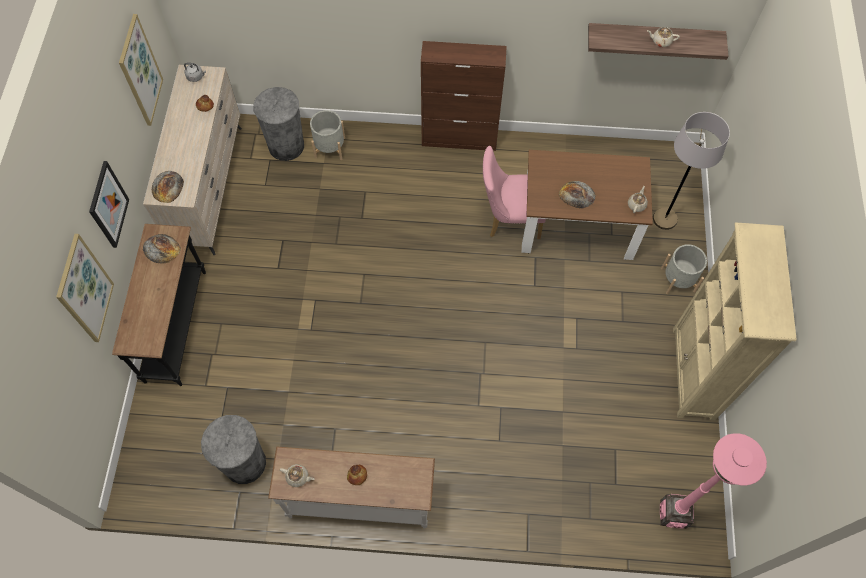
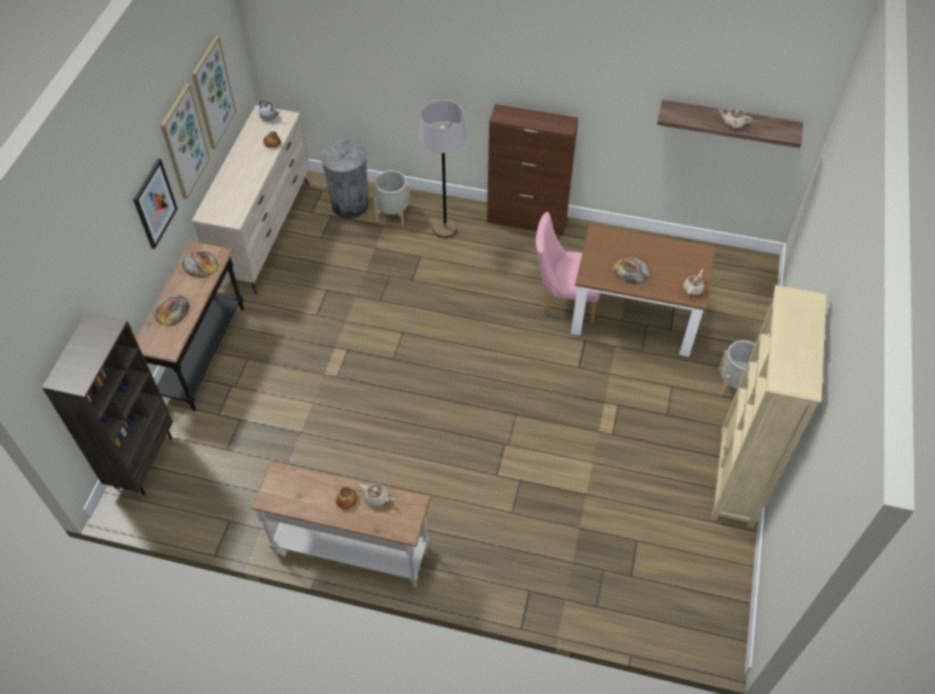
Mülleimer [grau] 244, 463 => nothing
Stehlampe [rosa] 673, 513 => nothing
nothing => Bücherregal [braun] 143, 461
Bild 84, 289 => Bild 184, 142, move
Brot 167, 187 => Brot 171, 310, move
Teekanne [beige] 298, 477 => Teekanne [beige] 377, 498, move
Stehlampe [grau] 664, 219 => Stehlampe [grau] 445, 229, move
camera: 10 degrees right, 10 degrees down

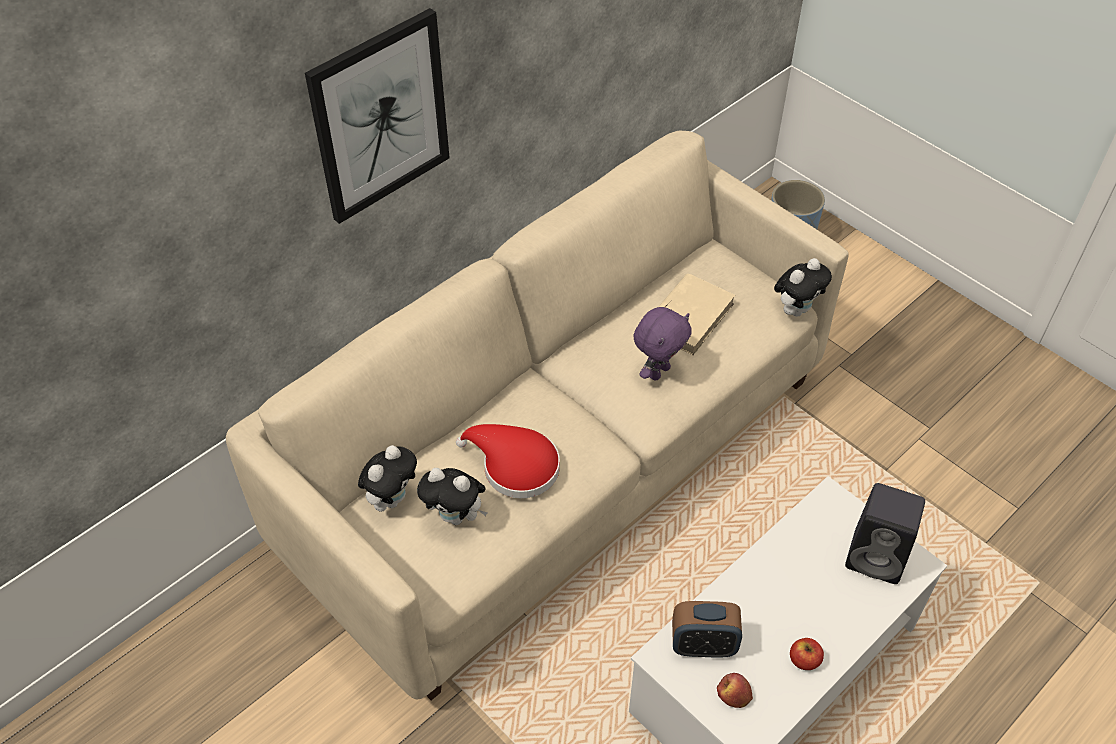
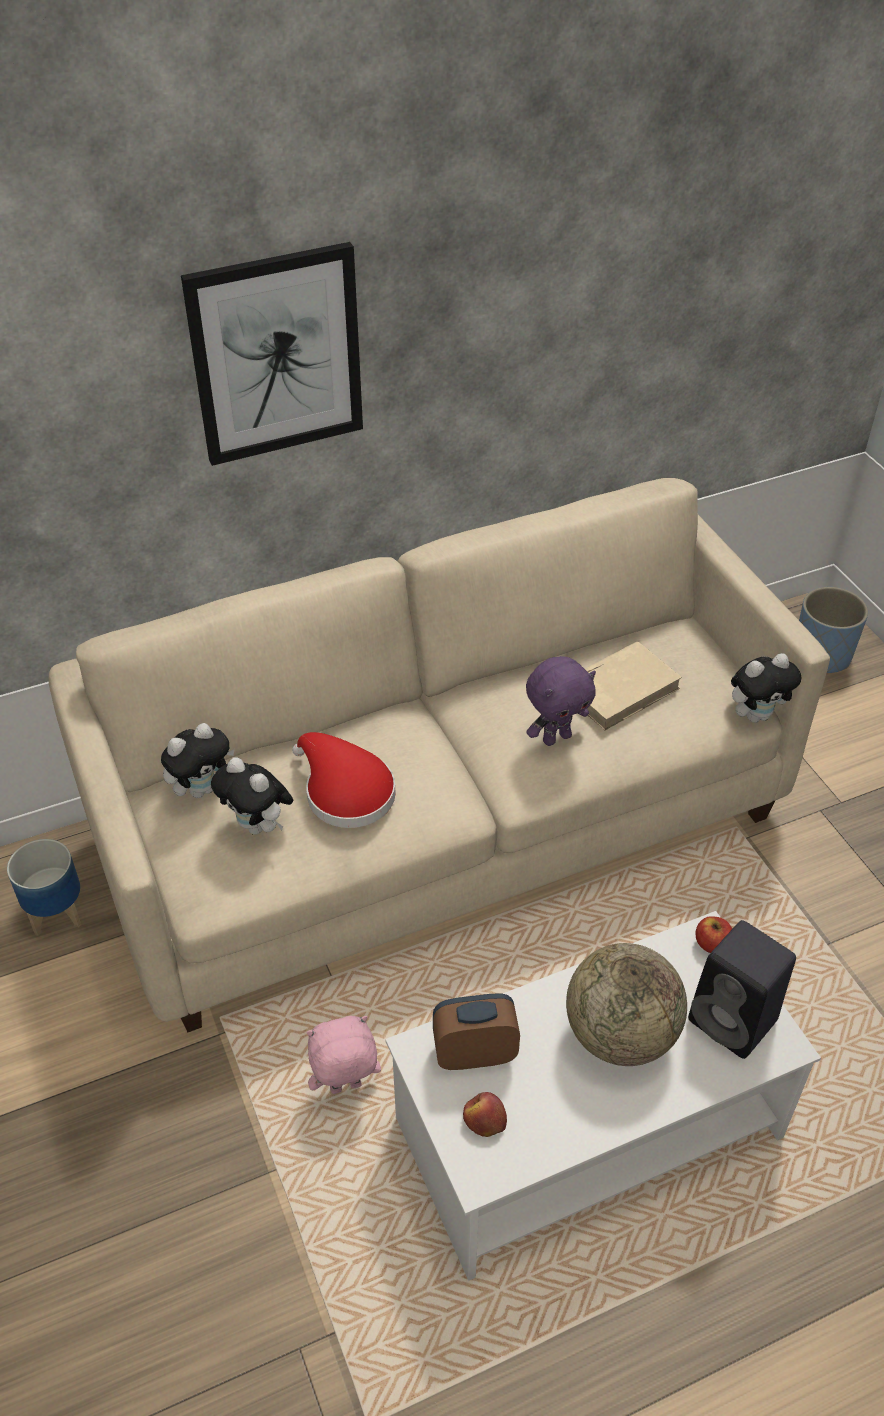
nothing => Pflanzkübel 57, 912
nothing => Plüschtier [rosa] 345, 1089
nothing => Globus 620, 1034
Apfel 804, 660 => Apfel 712, 944, move
Wecker 703, 645 => Wecker 474, 1053, 150 degrees clockwise
camera: 20 degrees right, 5 degrees down

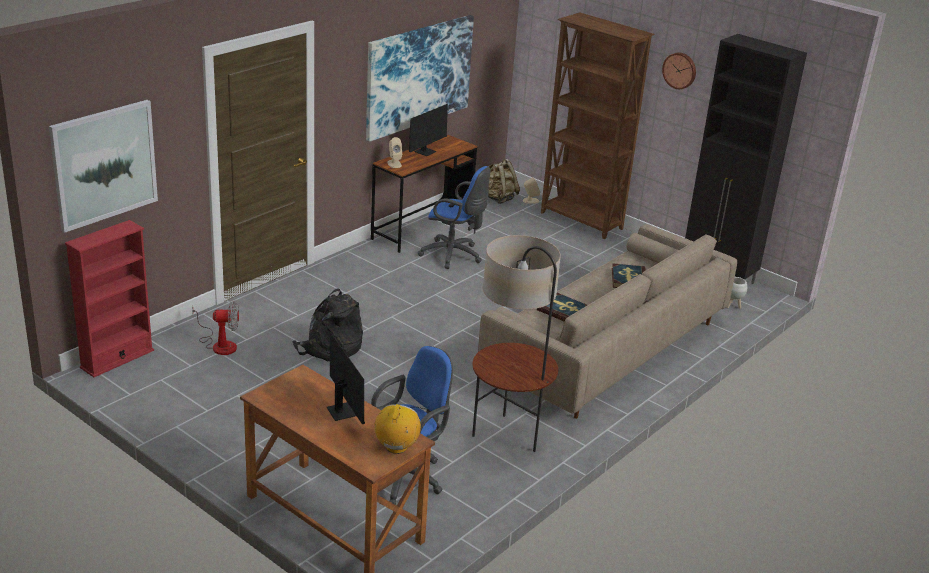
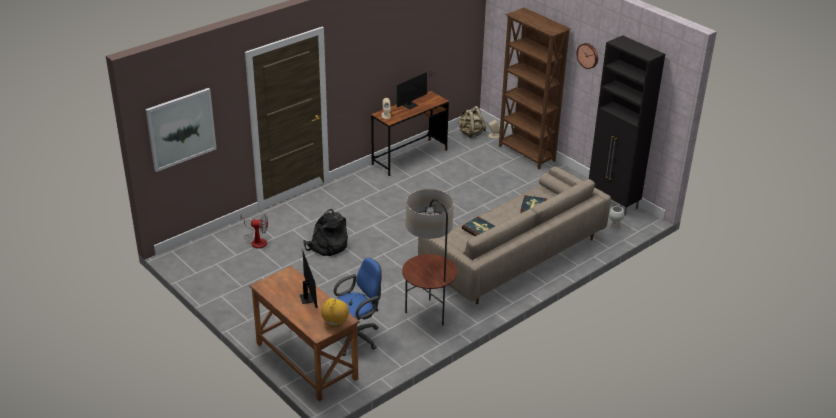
Bücherregal [rot] 117, 359 => nothing
Bild 418, 76 => nothing
Bürostuhl [blau] 454, 255 => nothing
camera: 10 degrees right, 5 degrees up

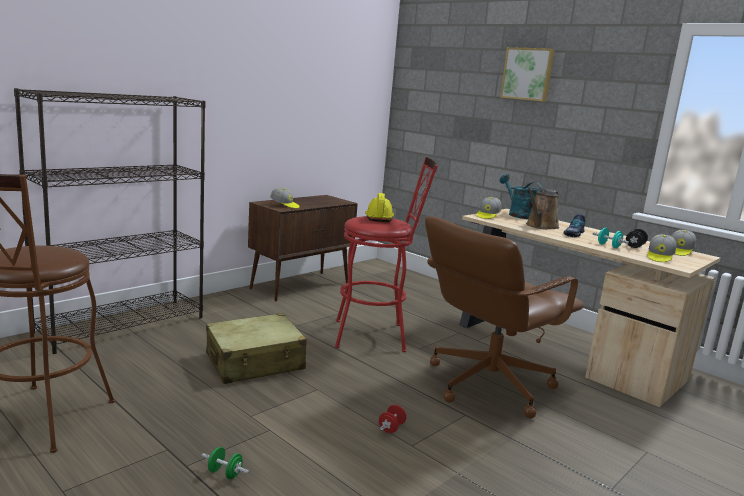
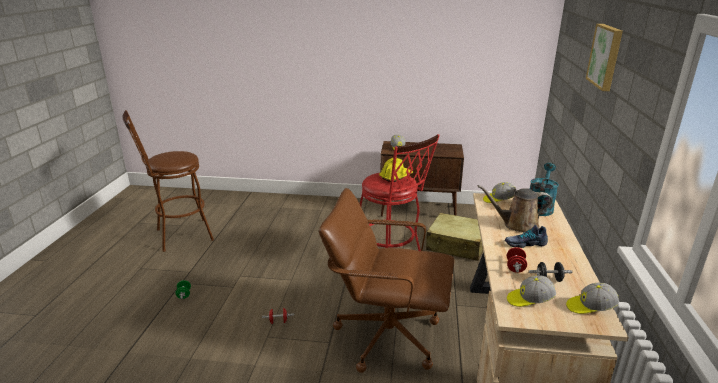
Bücherregal [schwarz] 122, 324 => nothing
Koffer [beige] 255, 362 => Koffer [beige] 457, 245, move
Hantel [türkis] 608, 246 => Hantel [rot] 515, 267
camera: 55 degrees right, 10 degrees up

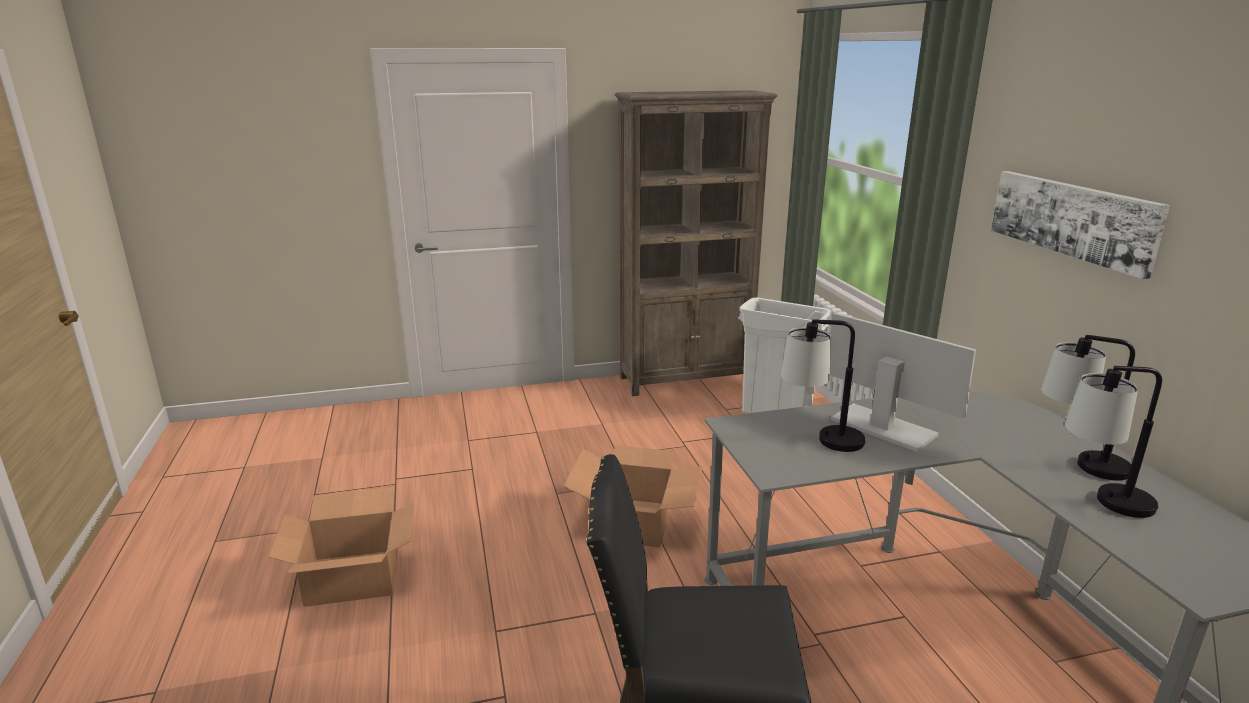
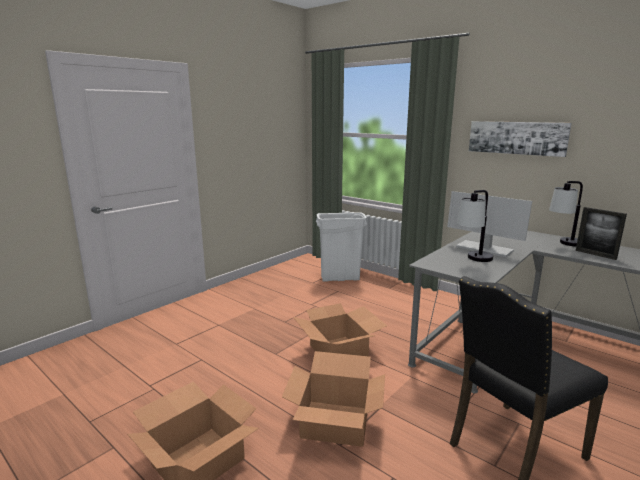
Bücherregal [braun] 686, 379 => nothing
nothing => Karton 335, 423
Tischlampe 1101, 504 => Bilderrahmen 595, 254
Monitor 884, 428 => Monitor 483, 249, 150 degrees counterclockwise
camera: 35 degrees left, 5 degrees down

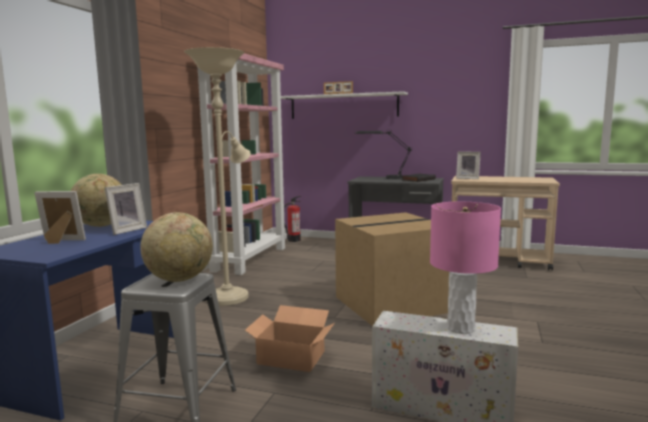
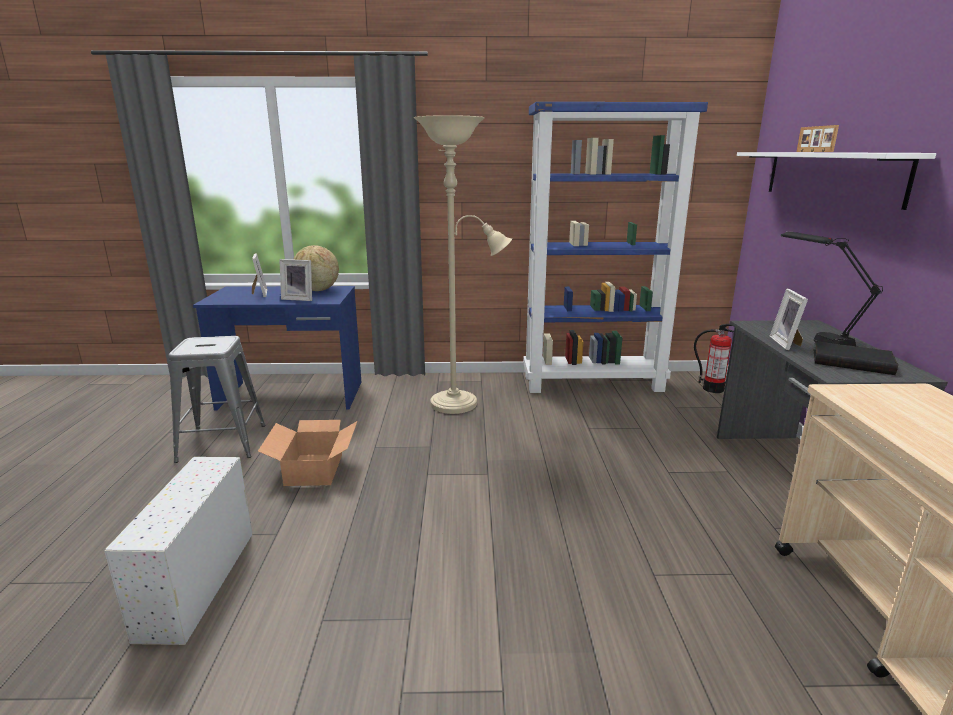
Globus 179, 279 => nothing
Karton 390, 305 => nothing
Tischlampe [rosa] 461, 328 => nothing
Bilderrahmen 468, 178 => Bilderrahmen 787, 343, move
Bücherregal [rosa] 250, 259 => Bücherregal [blau] 593, 383
camera: 70 degrees right, 10 degrees up

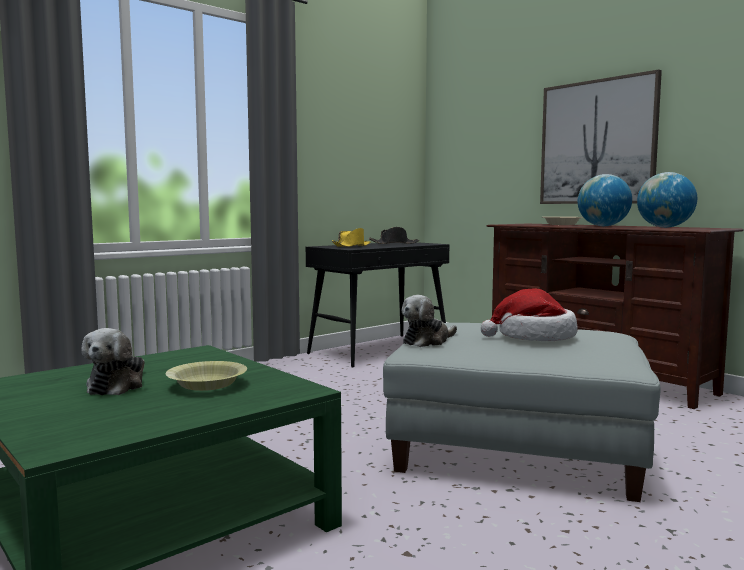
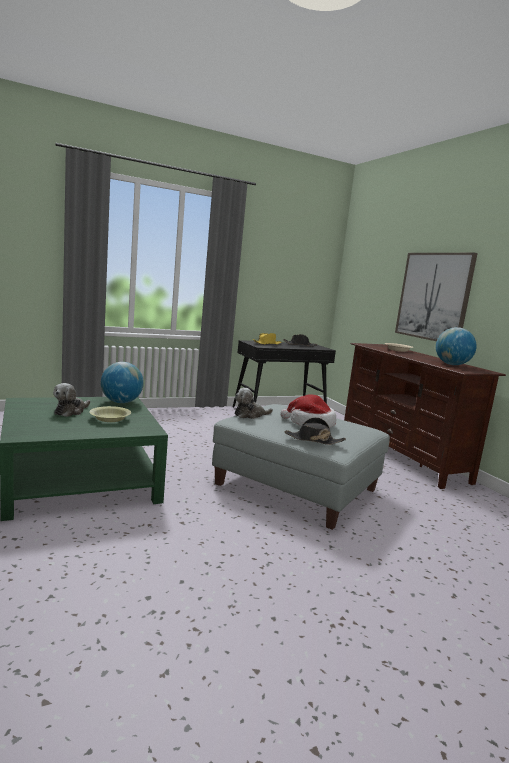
nothing => Hut [schwarz] 313, 440
Globus 603, 226 => Globus 121, 402, move
camera: 15 degrees right, 5 degrees up

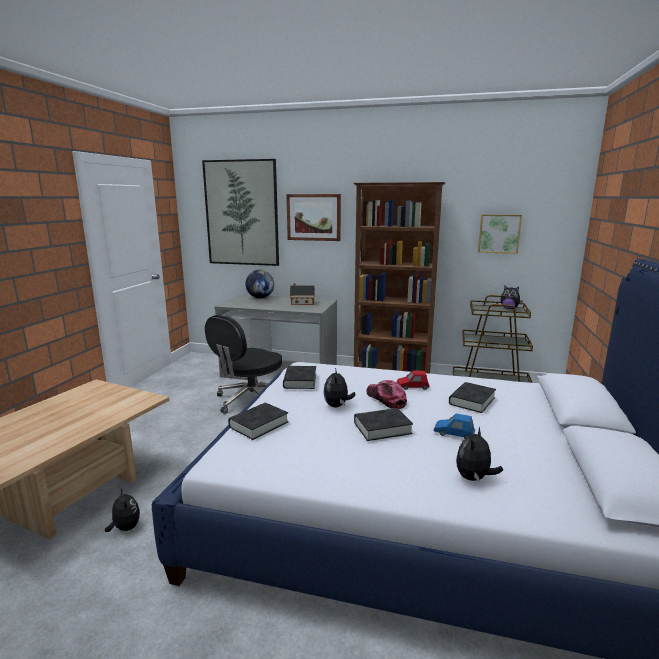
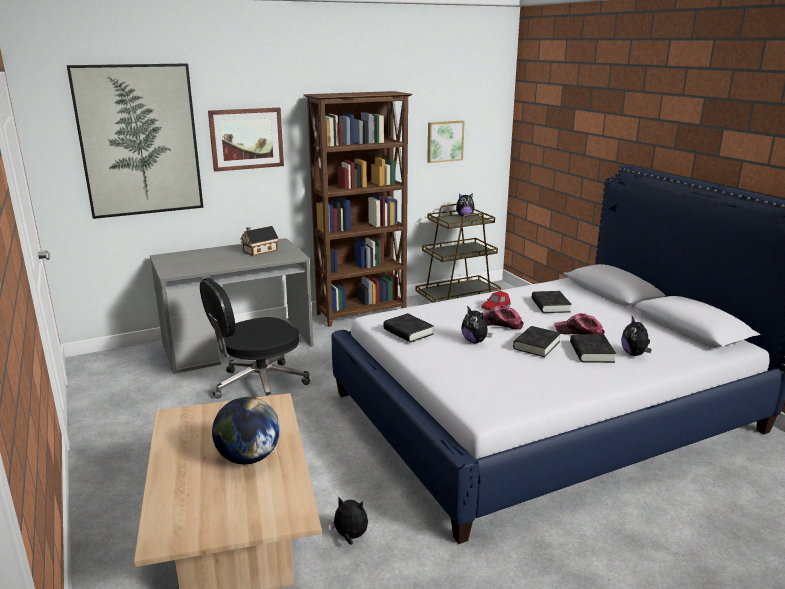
Buch [schwarz] 259, 424 => Buch [schwarz] 591, 352, move
Globus 260, 298 => Globus 248, 458, move
Spielzeugauto [blau] 454, 433 => Kappe 579, 332
Bürostuhl [schwarz] 250, 400 => Bürostuhl [schwarz] 258, 384, 60 degrees clockwise
camera: 40 degrees left, 5 degrees up

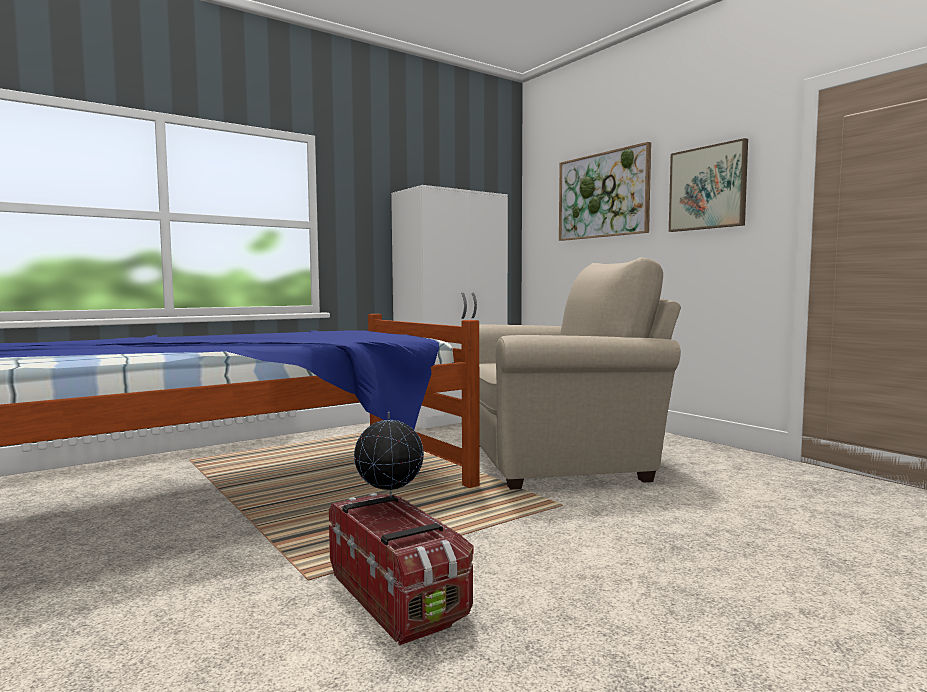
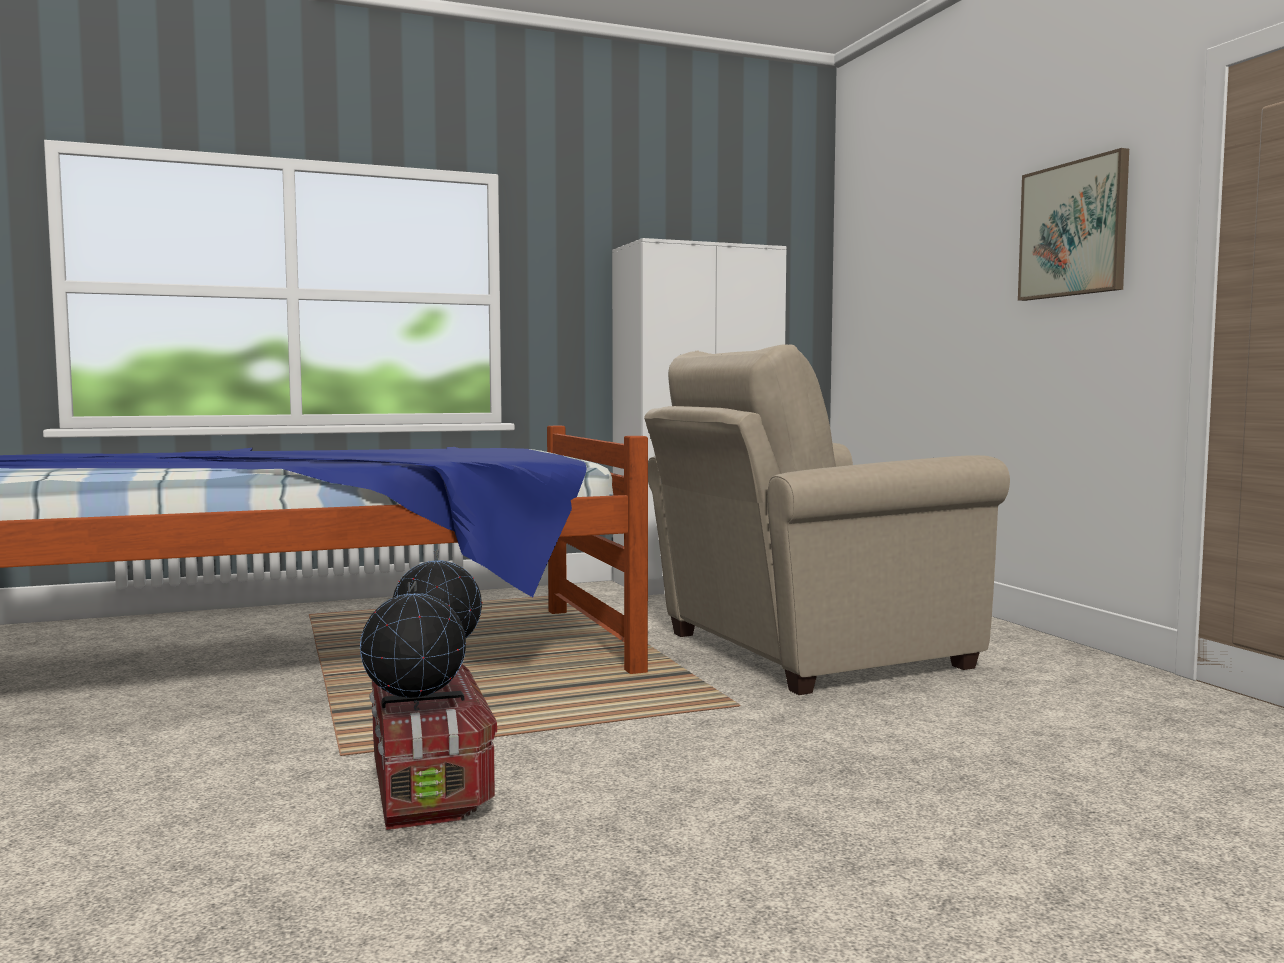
Bild 603, 195 => nothing
nothing => Globus 414, 710
Sessel [beige] 563, 461 => Sessel [beige] 802, 651, 150 degrees clockwise
camera: 15 degrees right, 0 degrees up

